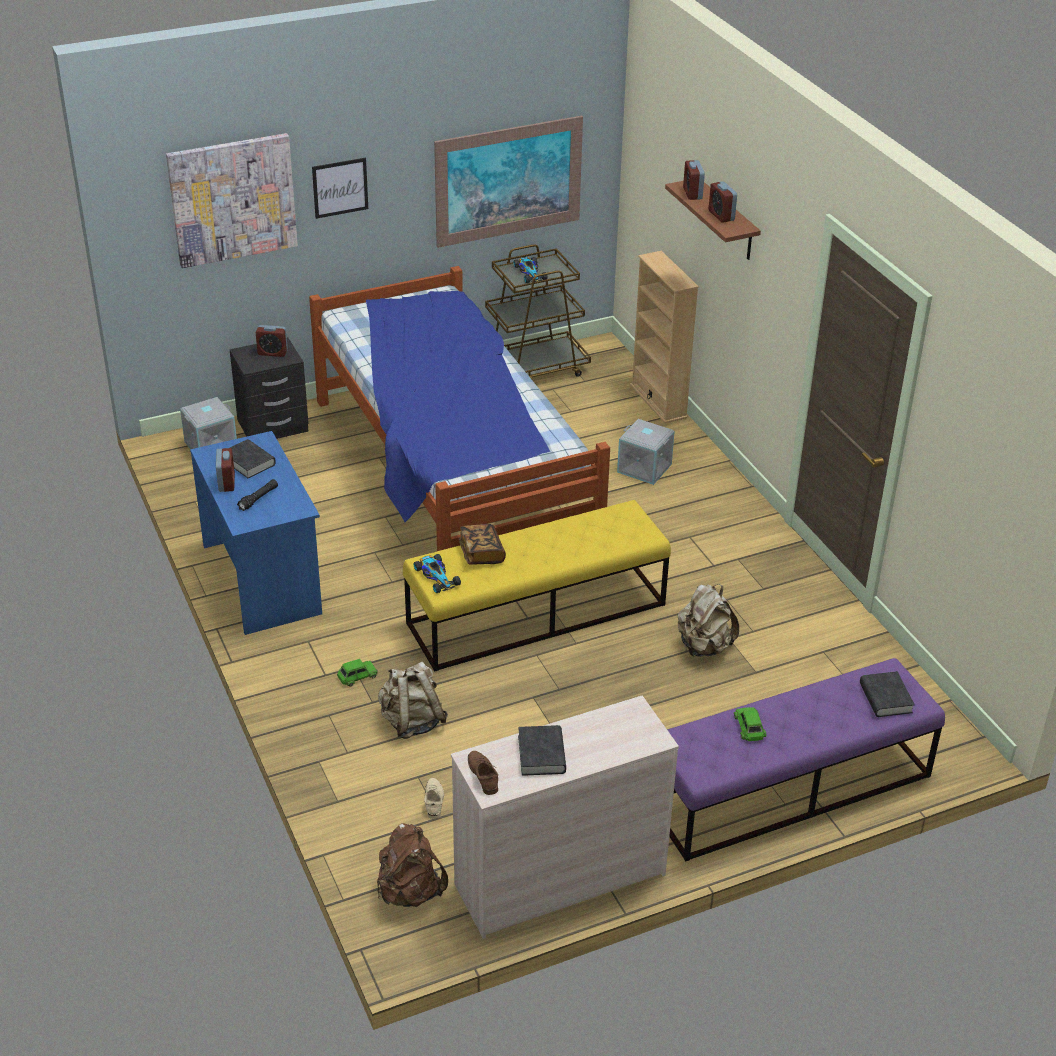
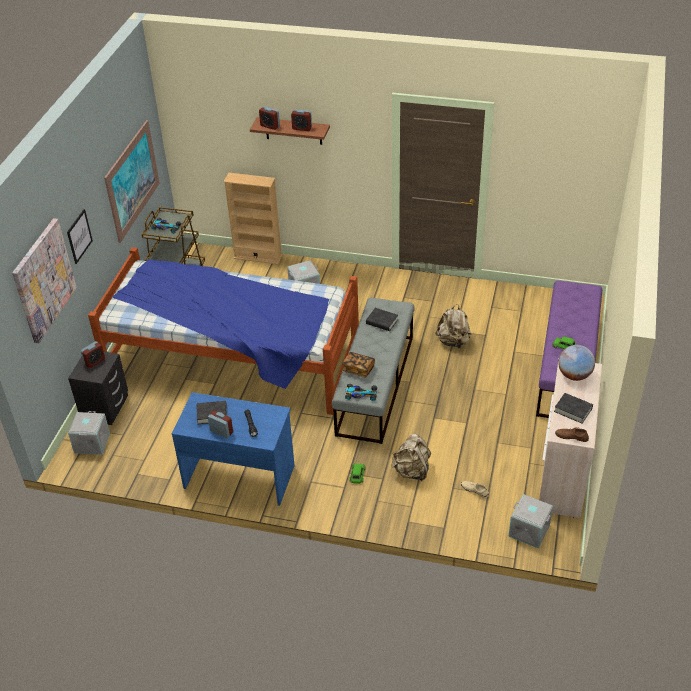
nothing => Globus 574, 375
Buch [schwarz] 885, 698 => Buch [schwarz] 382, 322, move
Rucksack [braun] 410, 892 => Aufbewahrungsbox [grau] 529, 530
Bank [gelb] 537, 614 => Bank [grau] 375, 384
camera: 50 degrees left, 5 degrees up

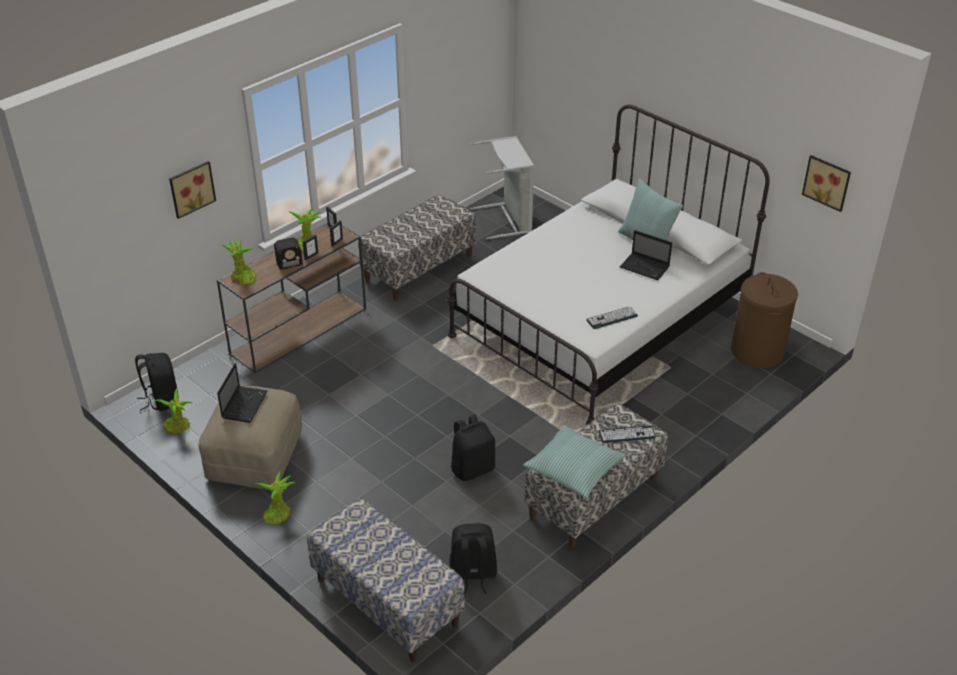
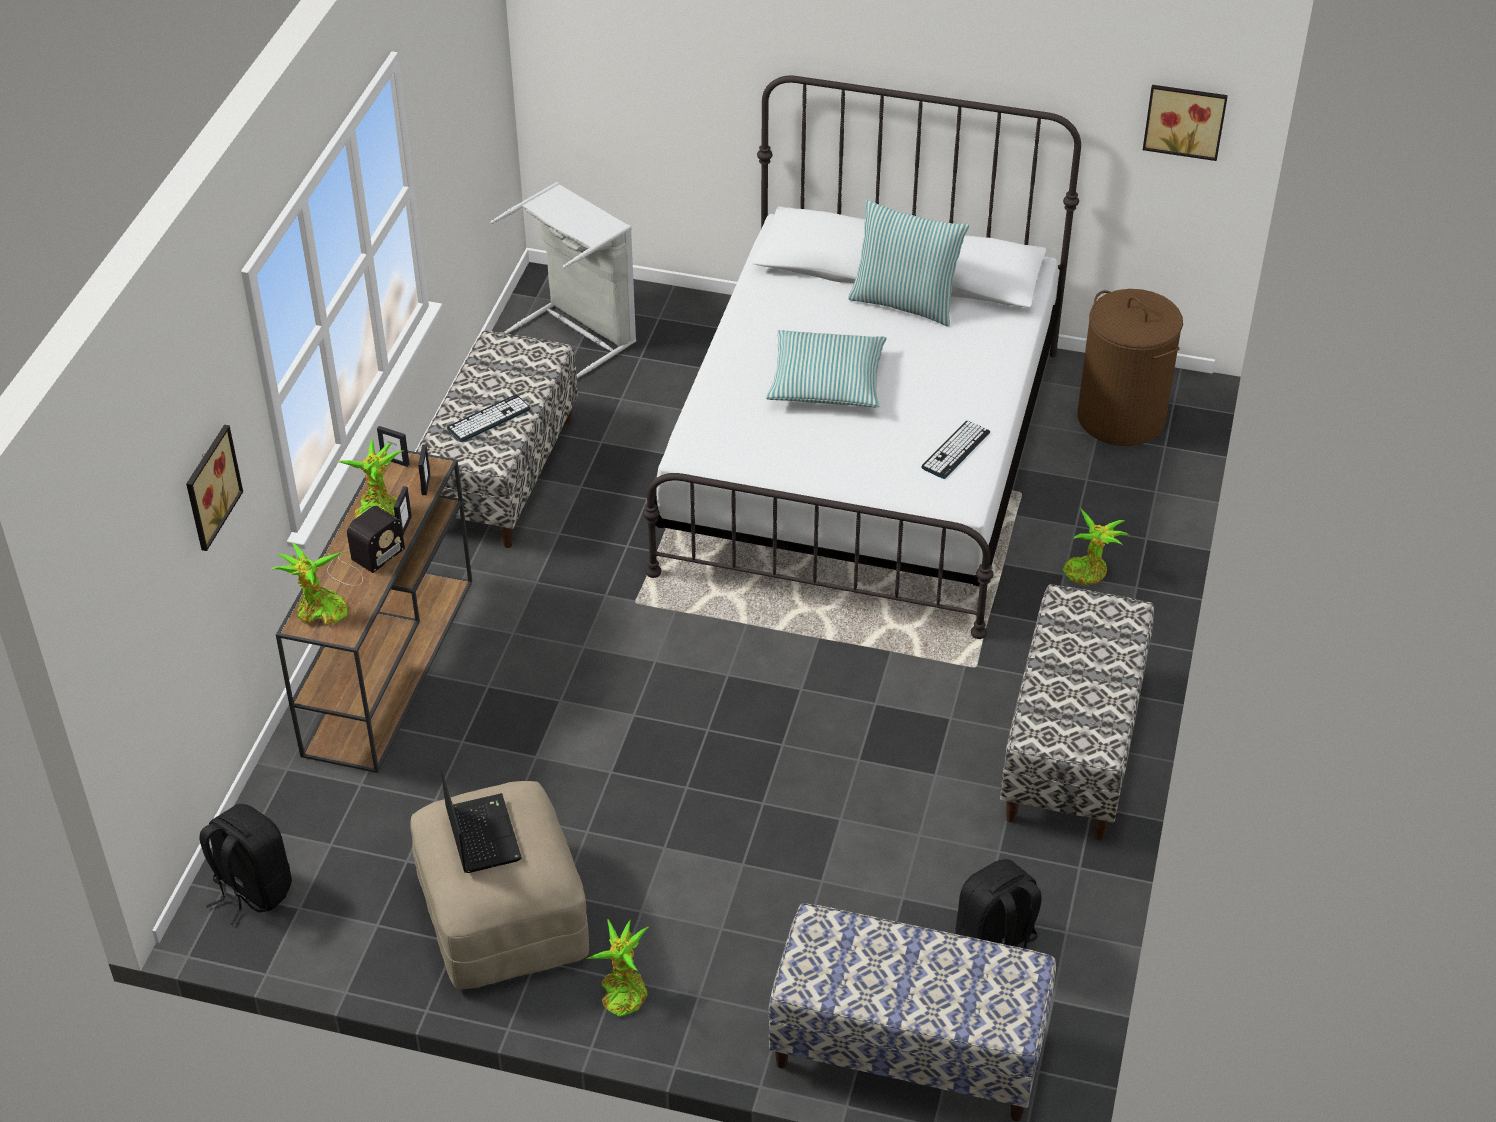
Rucksack [schwarz] 472, 468 => nothing
Laptop 645, 268 => nothing
Topfpflanze 178, 427 => Topfpflanze 1088, 572, move
Kissen 574, 468 => Kissen 826, 381, move
Tastatur 627, 434 => Tastatur 488, 419, move
camera: 30 degrees left, 5 degrees up

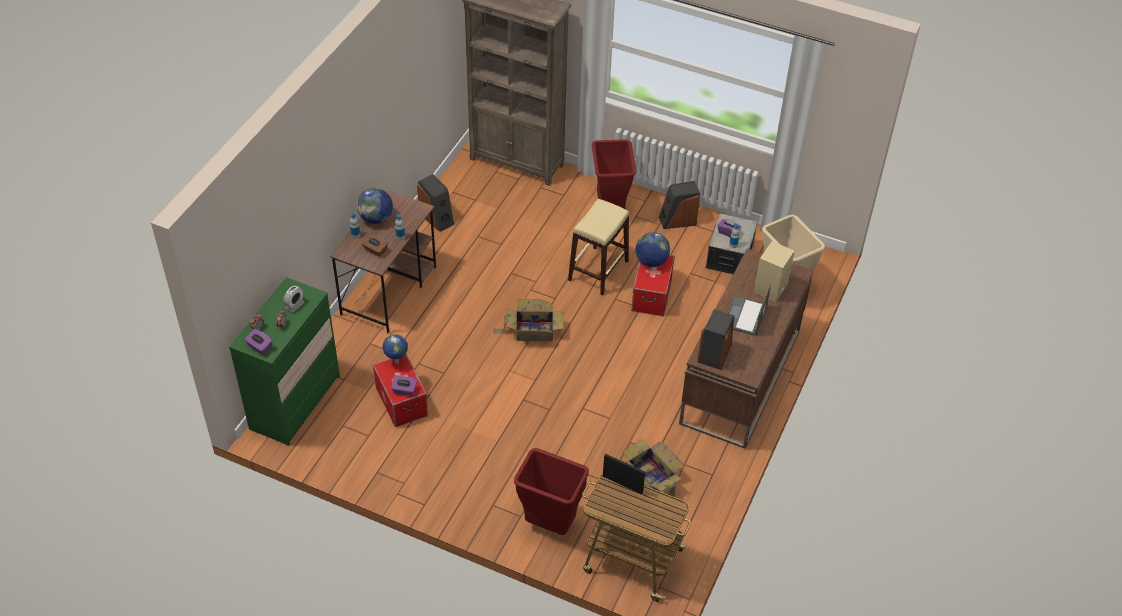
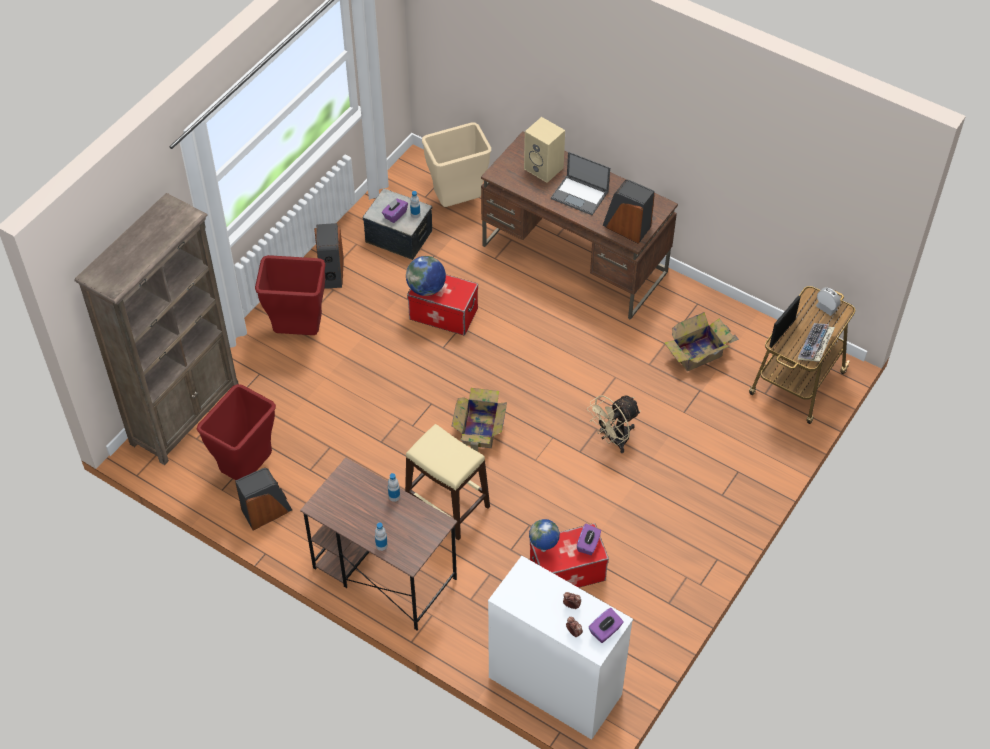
Globus 376, 218 => nothing
Taschentuchbox [braun] 375, 250 => nothing
nothing => Ventilator [beige] 613, 440
nothing => Tastatur 815, 346
Wecker 294, 305 => Wecker 826, 308, move
Mülleimer [rot] 549, 526 => Mülleimer [rot] 248, 471, move
Hocker [beige] 599, 270 => Hocker [beige] 447, 504, move
Kommode [grün] 295, 403 => Kommode [weiß] 555, 686
camera: 80 degrees left, 5 degrees up

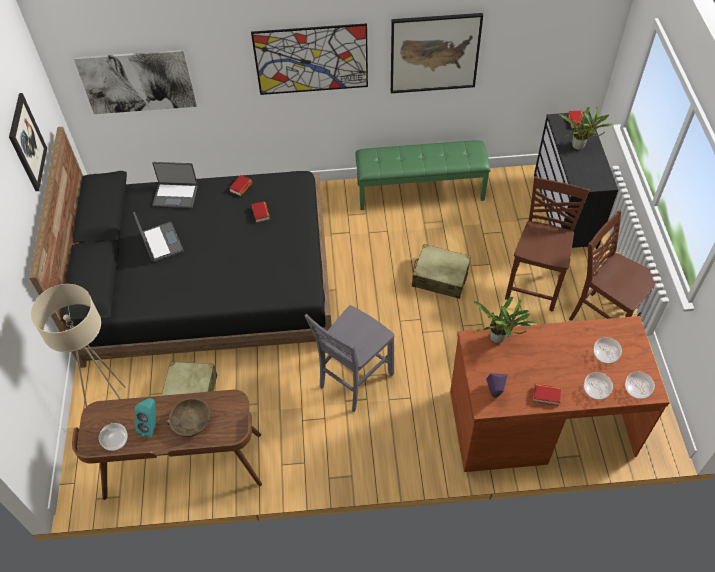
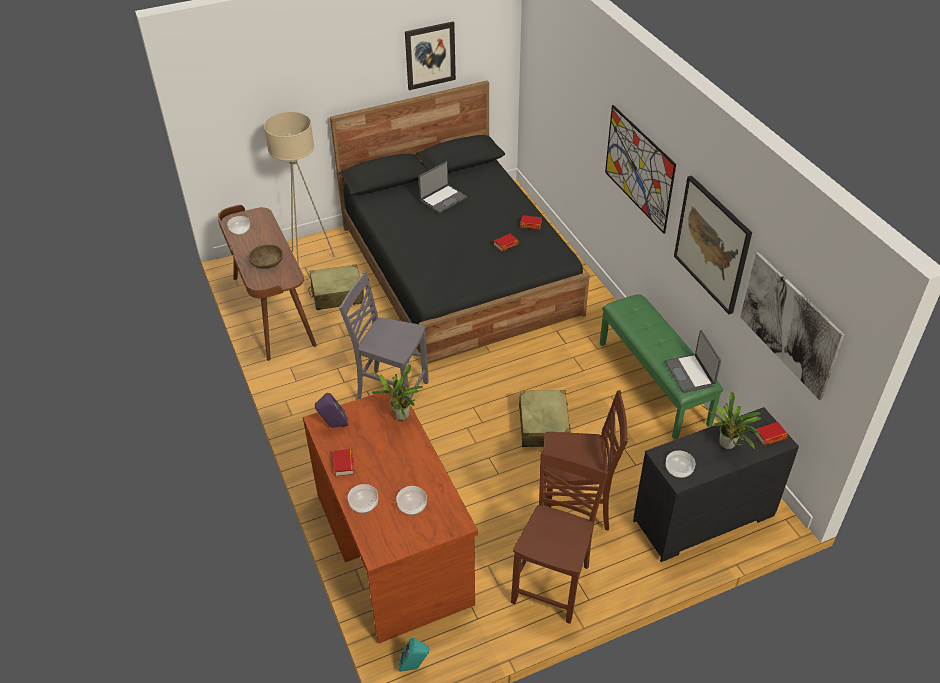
Bild 137, 82 => Bild 789, 324, move
Lautsprecher [türkis] 151, 426 => Lautsprecher [türkis] 414, 666, move
Laptop 176, 195 => Laptop 690, 374, move
Schüssel 637, 389 => Schüssel 679, 469, move
camera: 70 degrees right, 10 degrees down

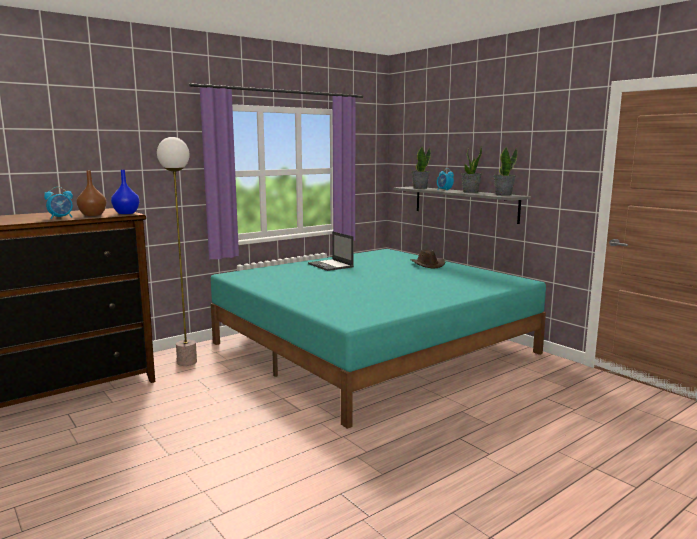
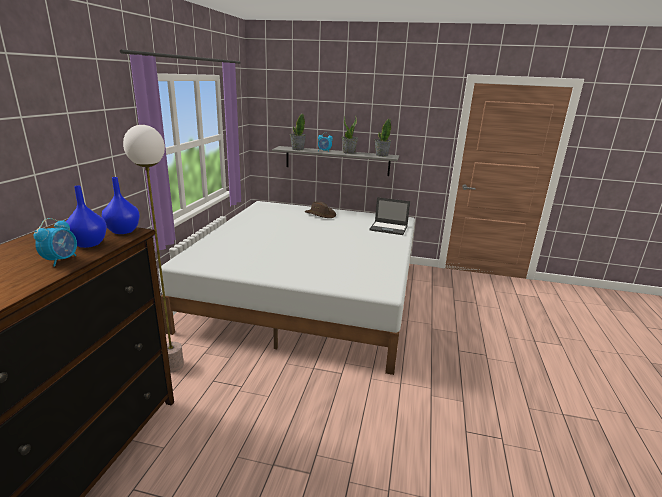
Laptop 331, 265 => Laptop 389, 228, move
Vase [braun] 93, 215 => Vase [blau] 89, 244
Bett [türkis] 373, 348 => Bett [weiß] 308, 293
camera: 40 degrees left, 10 degrees up

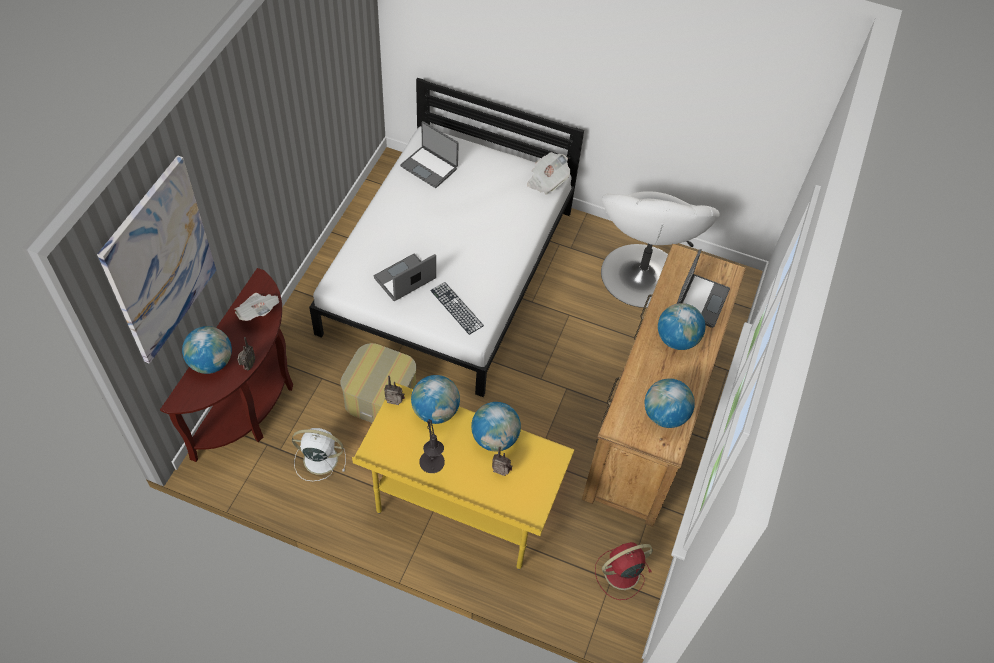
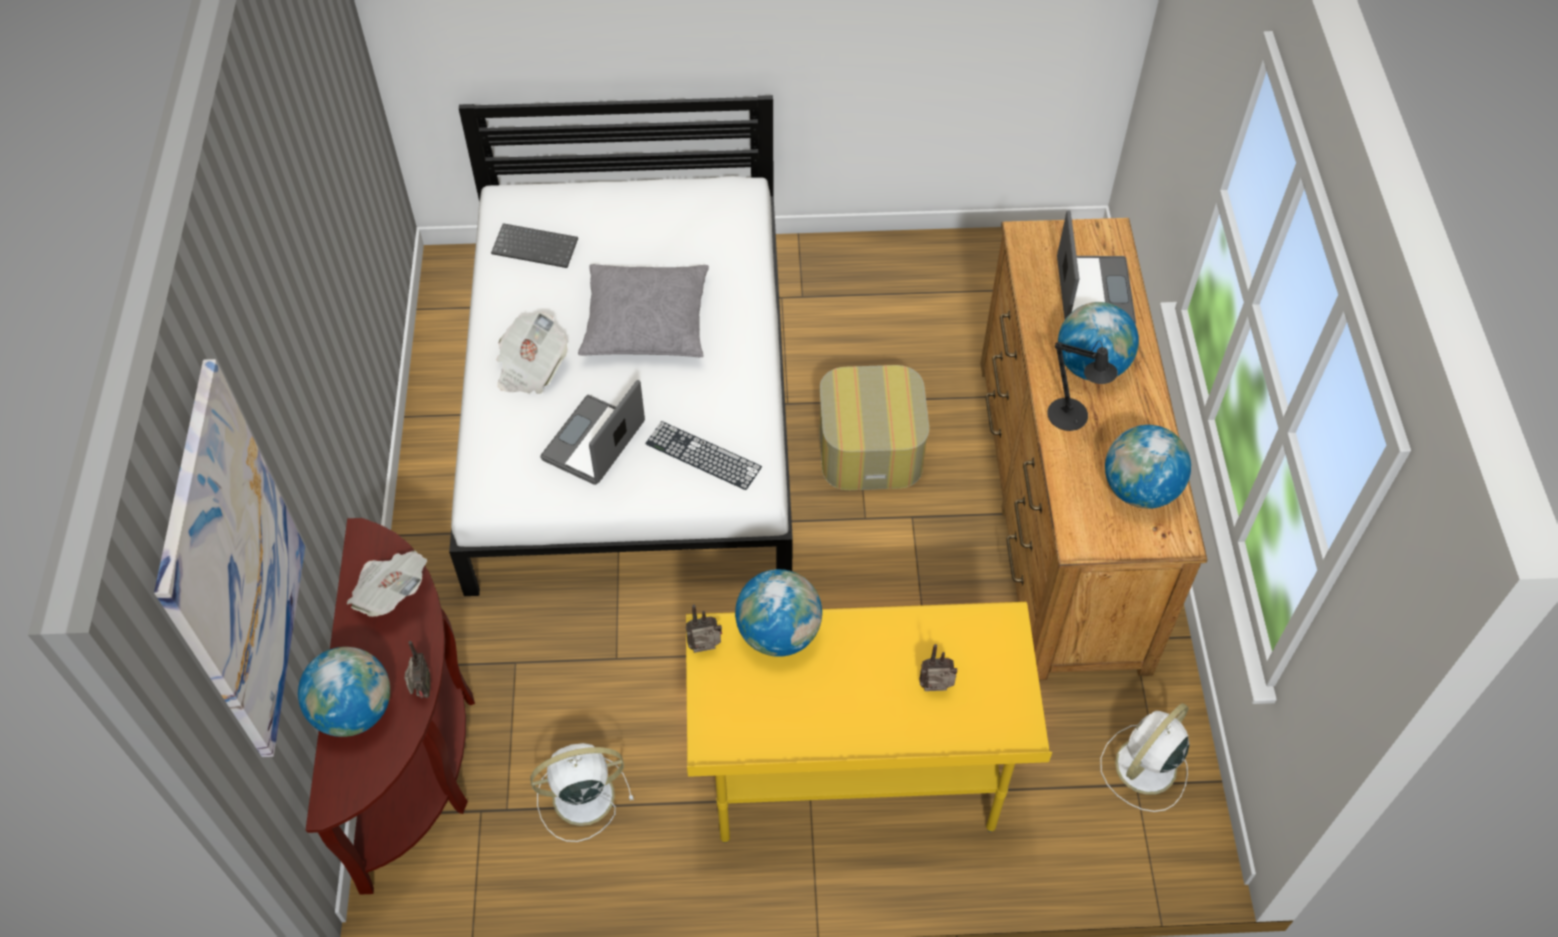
Globus 494, 438 => nothing
Sessel [weiß] 641, 276 => nothing
nothing => Kissen [grau] 646, 322
Polsterhocker 381, 396 => Polsterhocker 870, 447, move
Tischlampe [schwarz] 432, 465 => Tischlampe [schwarz] 1071, 418, move
Zeitung 547, 181 => Zeitung 531, 368, move
Laptop 429, 167 => Tastatur 536, 246
Ventilator [rot] 620, 573 => Ventilator [weiß] 1144, 768
camera: 20 degrees left, 0 degrees up

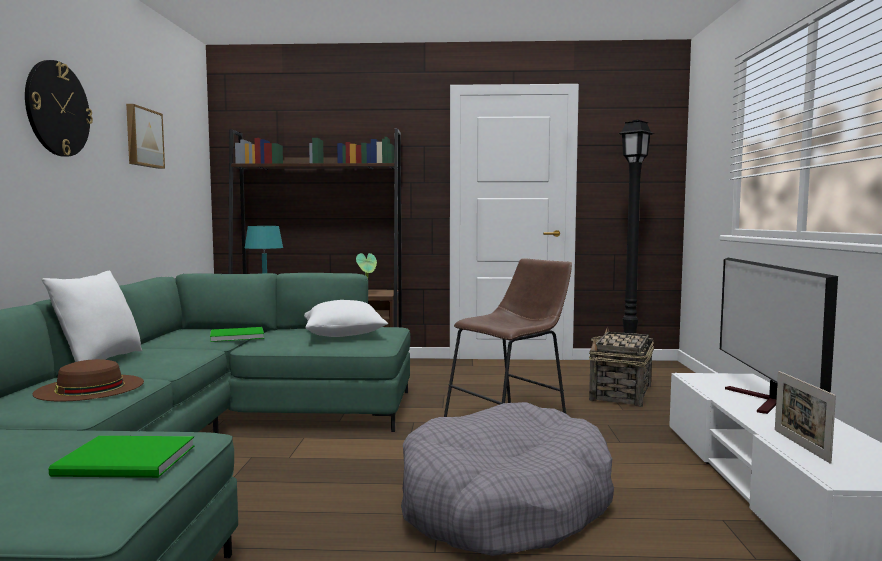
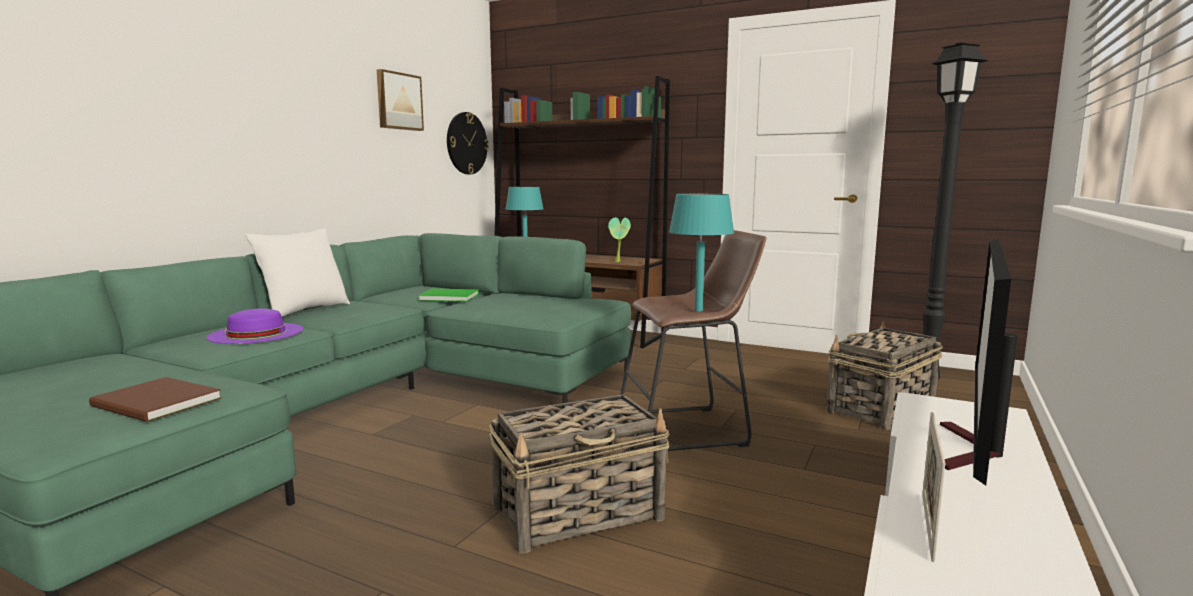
Kissen [weiß] 344, 335 => nothing
nothing => Tischlampe [türkis] 698, 310
Wanduhr 57, 109 => Wanduhr 466, 143, move
Hundebett [grau] 504, 504 => Korb 580, 513
Hut [braun] 90, 387 => Hut [lila] 256, 333
Buch [grün] 128, 462 => Buch [braun] 156, 403
camera: 25 degrees right, 5 degrees up

